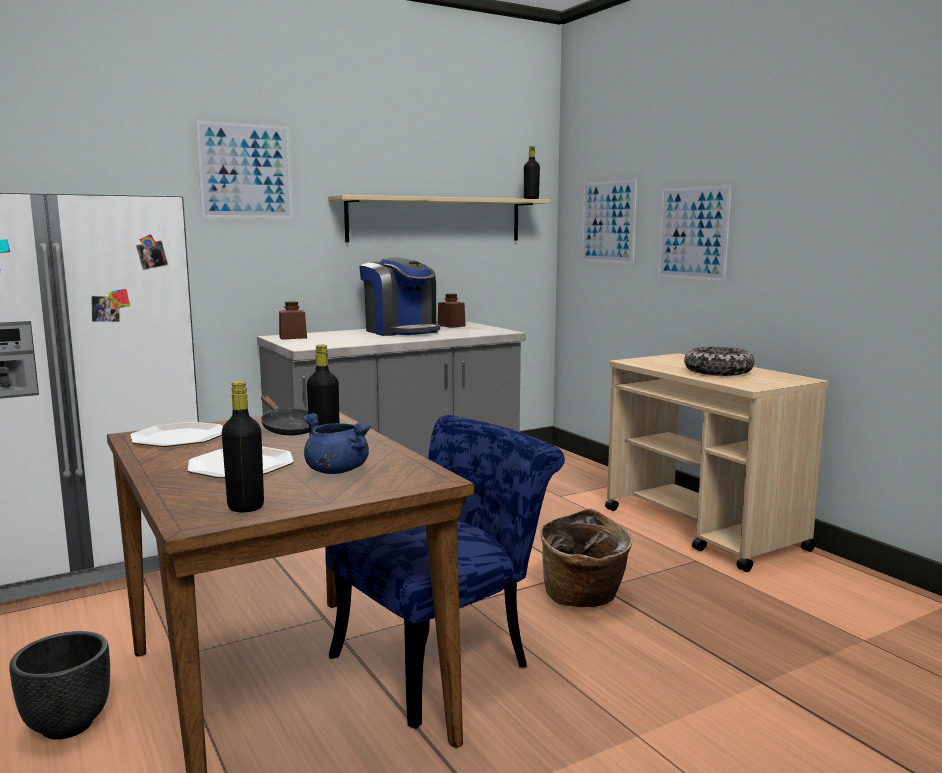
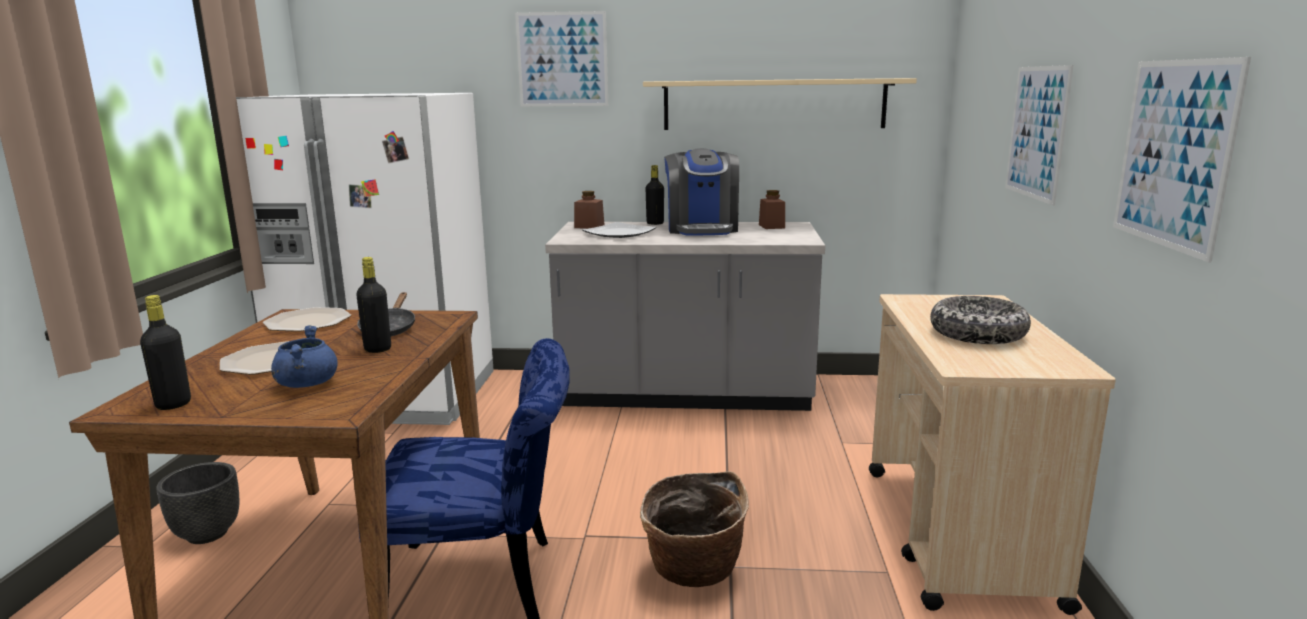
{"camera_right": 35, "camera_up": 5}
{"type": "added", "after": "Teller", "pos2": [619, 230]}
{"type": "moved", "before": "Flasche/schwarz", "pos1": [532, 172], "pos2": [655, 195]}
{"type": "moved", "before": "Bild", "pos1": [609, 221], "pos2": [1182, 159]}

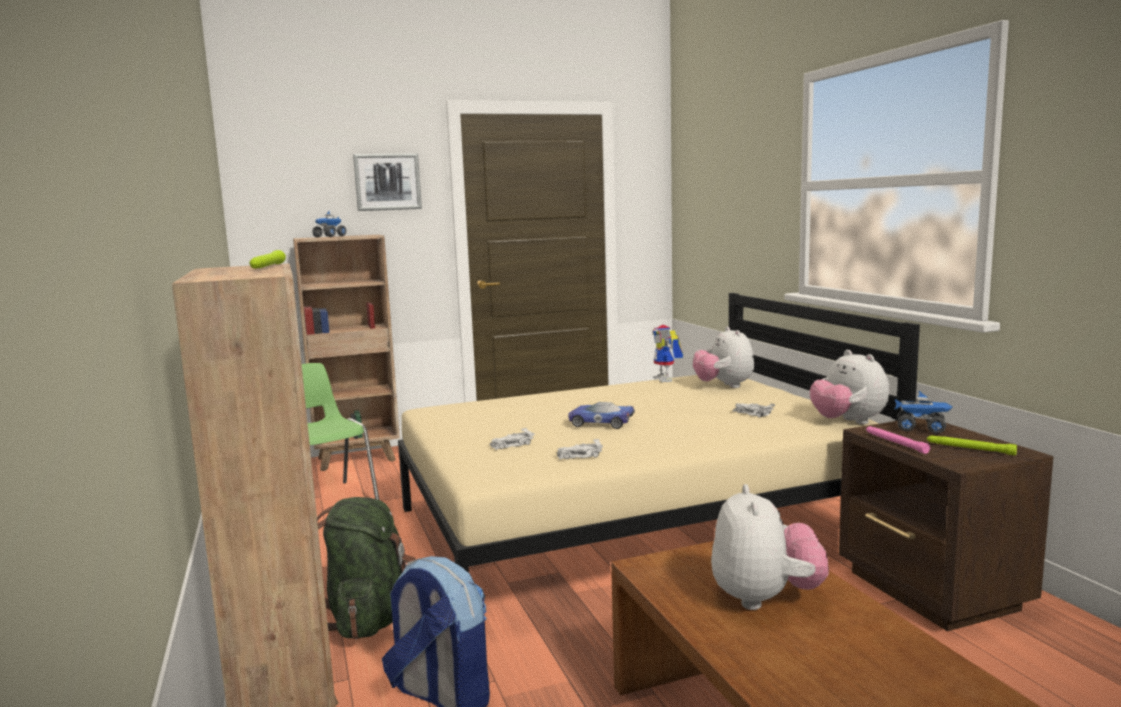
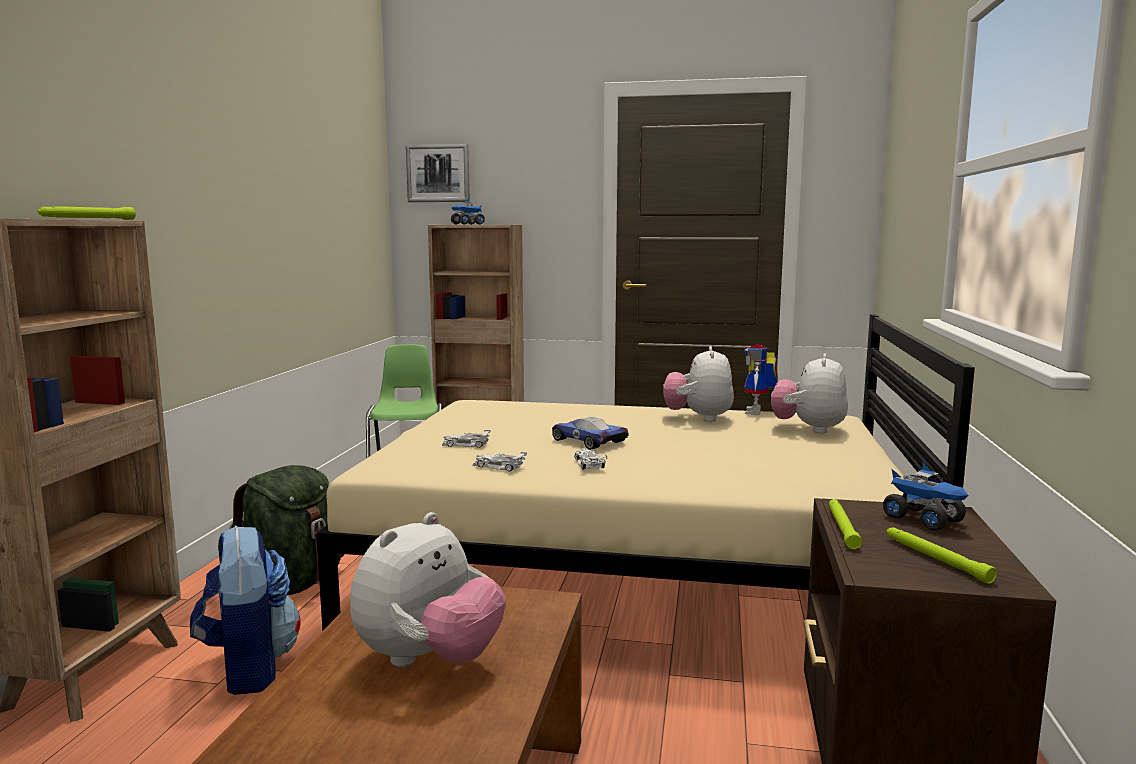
{"camera_right": 30, "camera_up": 0}
{"type": "moved", "before": "Bild", "pos1": [387, 182], "pos2": [438, 173]}
{"type": "moved", "before": "Spielzeugauto/weiß", "pos1": [754, 410], "pos2": [590, 459]}
{"type": "moved", "before": "Plüschtier", "pos1": [849, 387], "pos2": [698, 384]}
{"type": "recoloured", "before": "Taschenlampe/rosa", "after": "Taschenlampe/grün", "pos1": [898, 440], "pos2": [845, 524]}

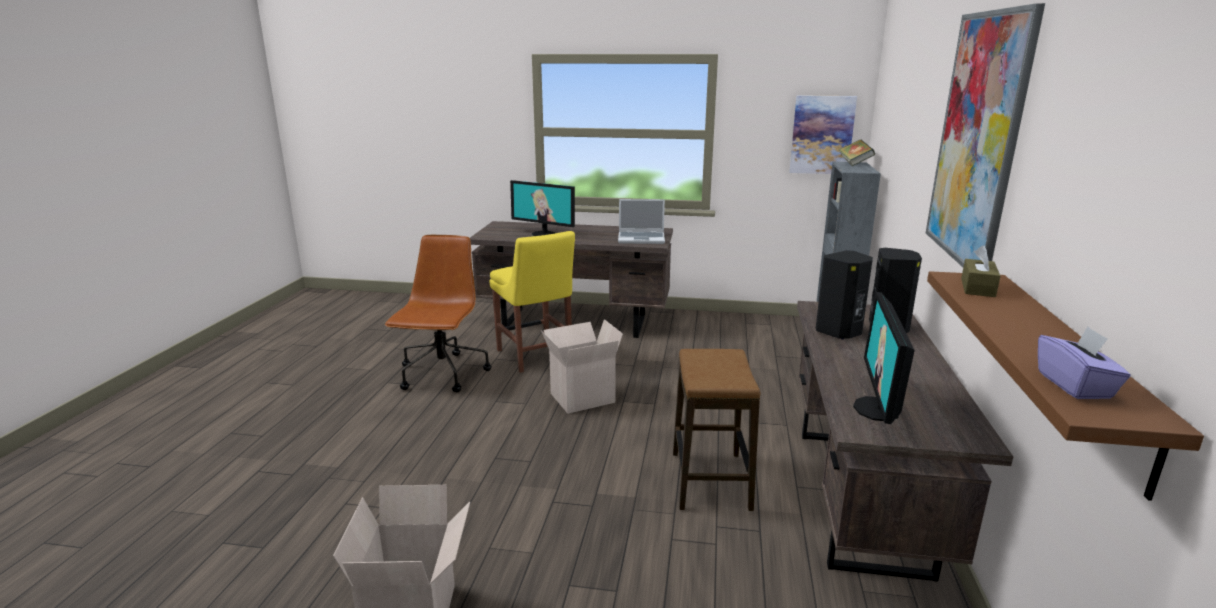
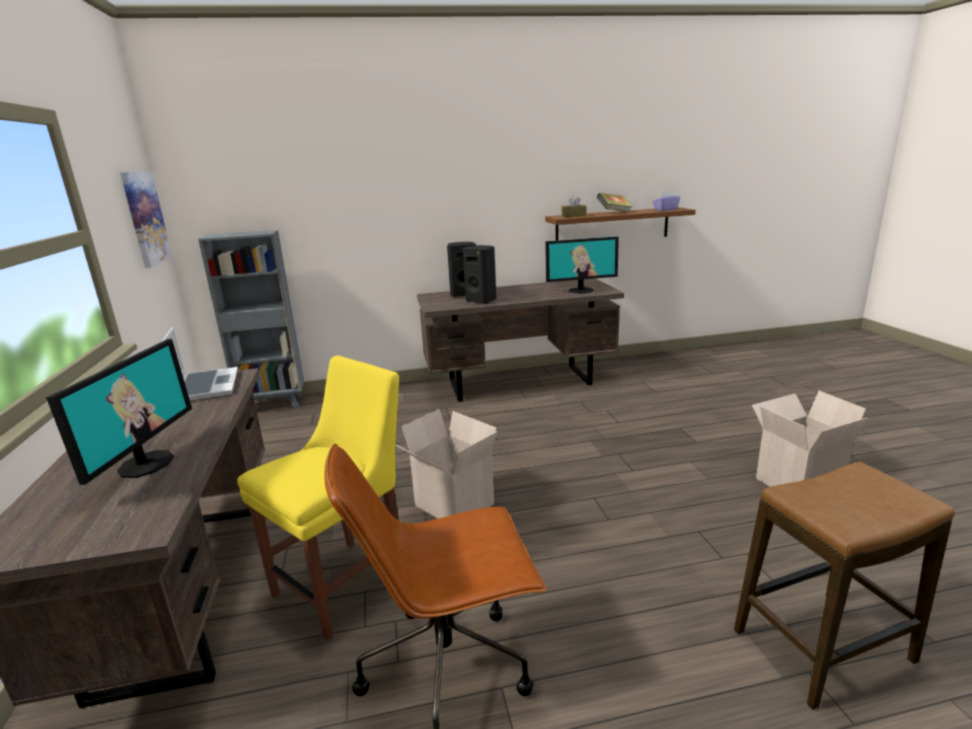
{"camera_right": -110, "camera_up": 0}
{"type": "moved", "before": "Buch", "pos1": [857, 152], "pos2": [615, 202]}
{"type": "moved", "before": "Hocker", "pos1": [717, 430], "pos2": [844, 585]}
{"type": "removed", "before": "Bild", "pos1": [985, 135]}

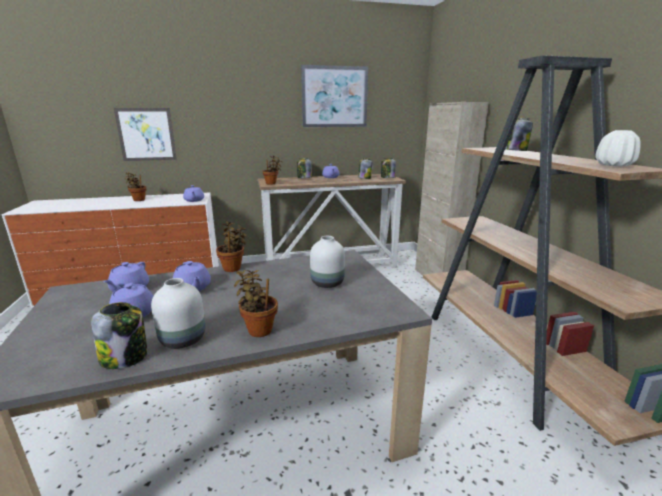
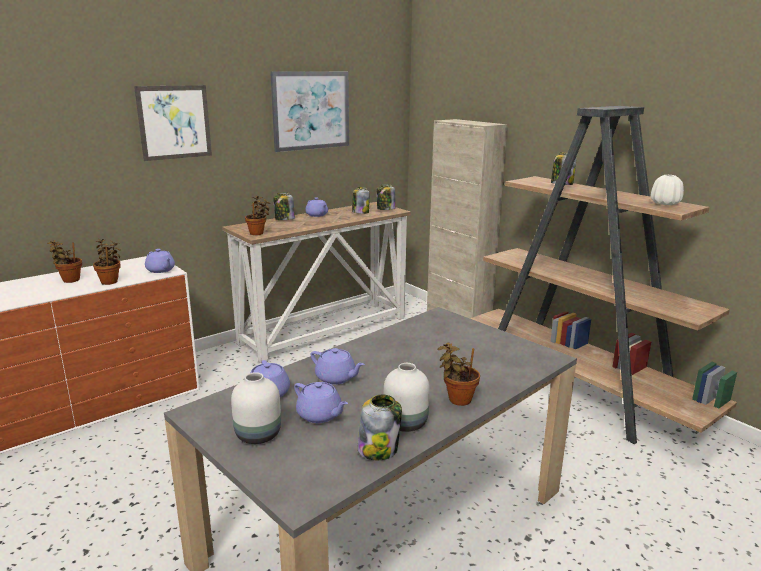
{"camera_right": -25, "camera_up": 0}
{"type": "moved", "before": "Topfpflanze", "pos1": [231, 246], "pos2": [107, 262]}
{"type": "moved", "before": "Bild", "pos1": [145, 134], "pos2": [173, 123]}
{"type": "moved", "before": "Vase/weiß", "pos1": [327, 262], "pos2": [256, 408]}

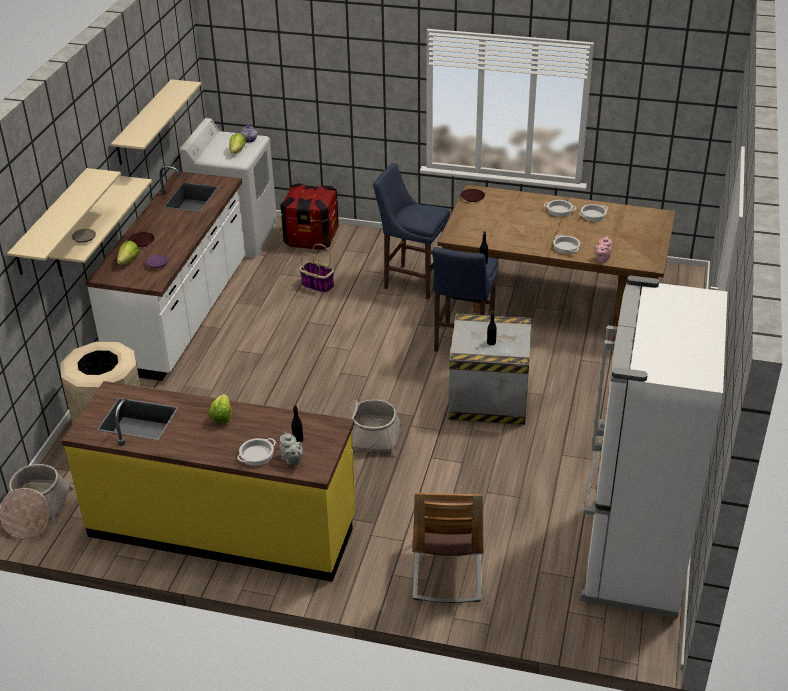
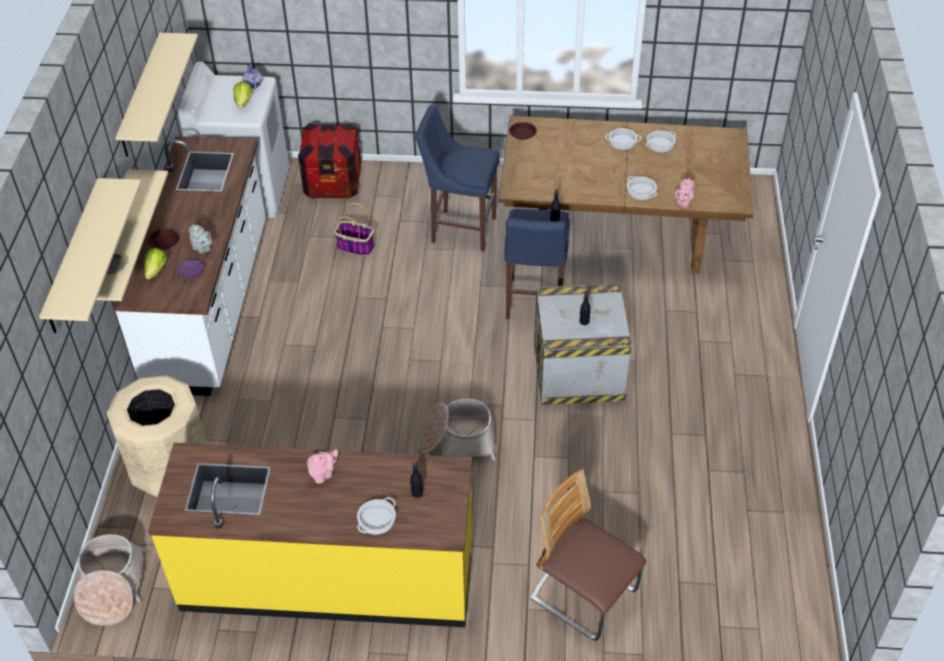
{"camera_right": -10, "camera_up": 10}
{"type": "moved", "before": "Teekanne/grau", "pos1": [291, 448], "pos2": [200, 239]}
{"type": "replaced", "before": "Salatkopf", "after": "Teekanne/rosa", "pos1": [220, 409], "pos2": [322, 466]}
{"type": "turned", "before": "Stuhl", "pos1": [447, 548], "pos2": [588, 555], "turn": 135}
{"type": "removed", "before": "Kühlschrank/weiß", "pos1": [653, 447]}

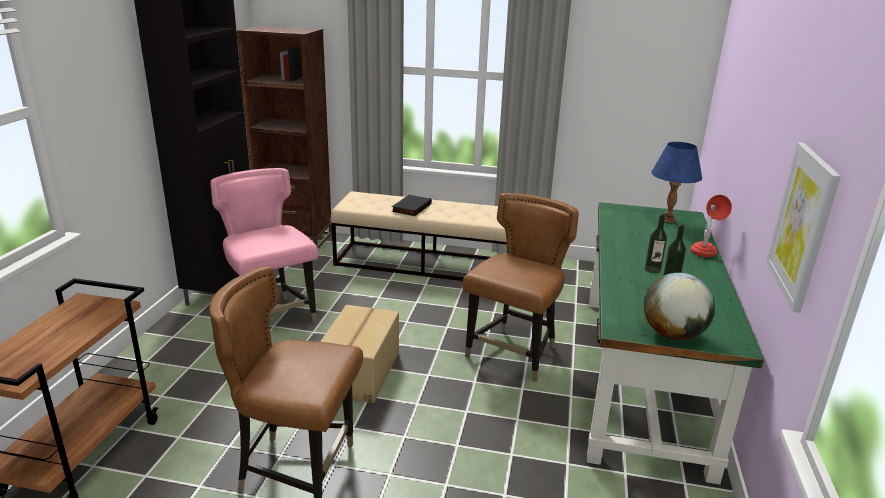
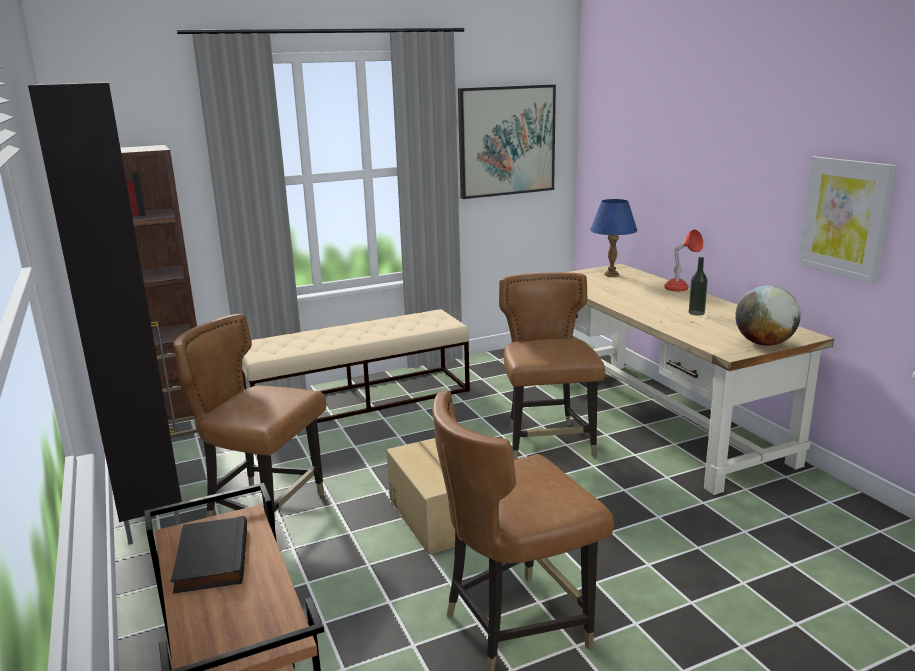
{"camera_right": -35, "camera_up": -5}
{"type": "moved", "before": "Buch/schwarz", "pos1": [412, 205], "pos2": [209, 555]}
{"type": "recoloured", "before": "Stuhl/rosa", "after": "Stuhl/braun", "pos1": [264, 245], "pos2": [249, 419]}
{"type": "added", "after": "Bild", "pos2": [507, 142]}
{"type": "recoloured", "before": "Schreibtisch/grün", "after": "Schreibtisch/beige", "pos1": [675, 343], "pos2": [699, 379]}
{"type": "removed", "before": "Flasche", "pos1": [656, 243]}

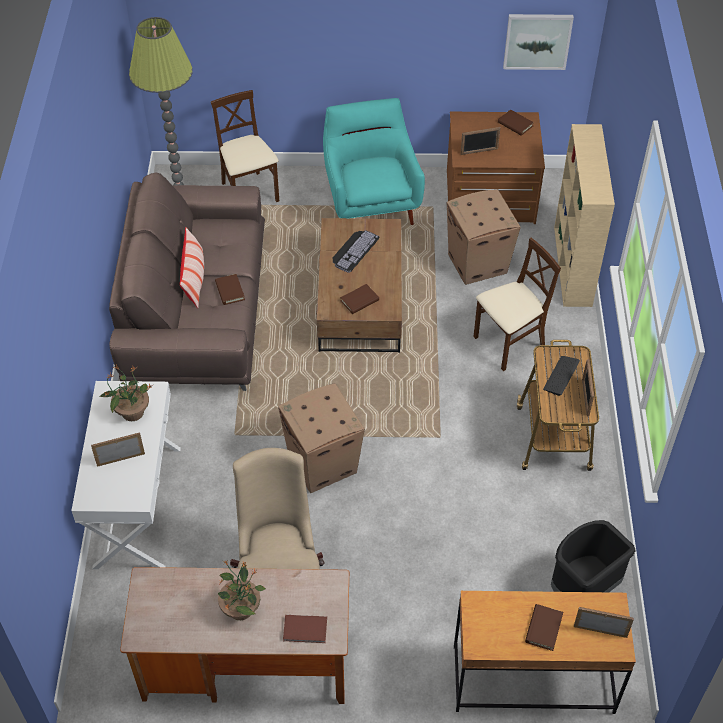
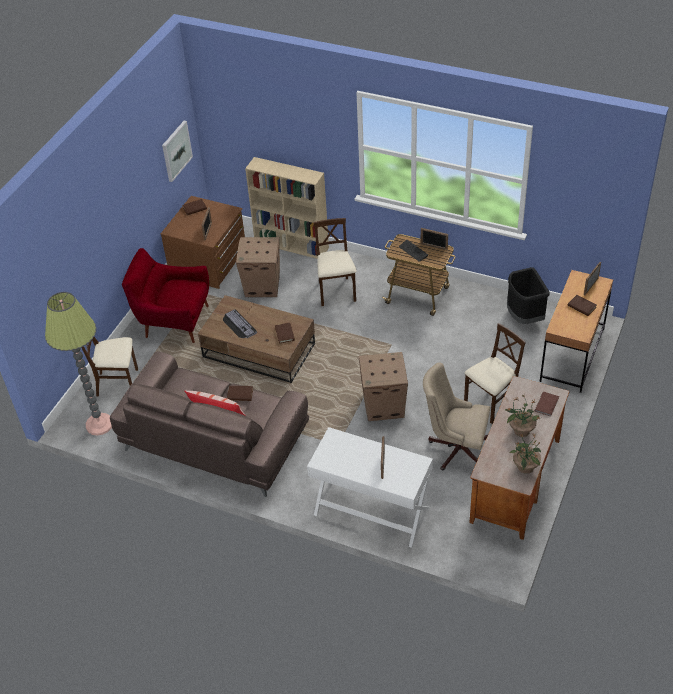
{"camera_right": -65, "camera_up": -5}
{"type": "recoloured", "before": "Sessel/türkis", "after": "Sessel/rot", "pos1": [374, 161], "pos2": [165, 295]}
{"type": "added", "after": "Stuhl/beige", "pos2": [495, 373]}
{"type": "moved", "before": "Topfpflanze", "pos1": [125, 393], "pos2": [525, 454]}

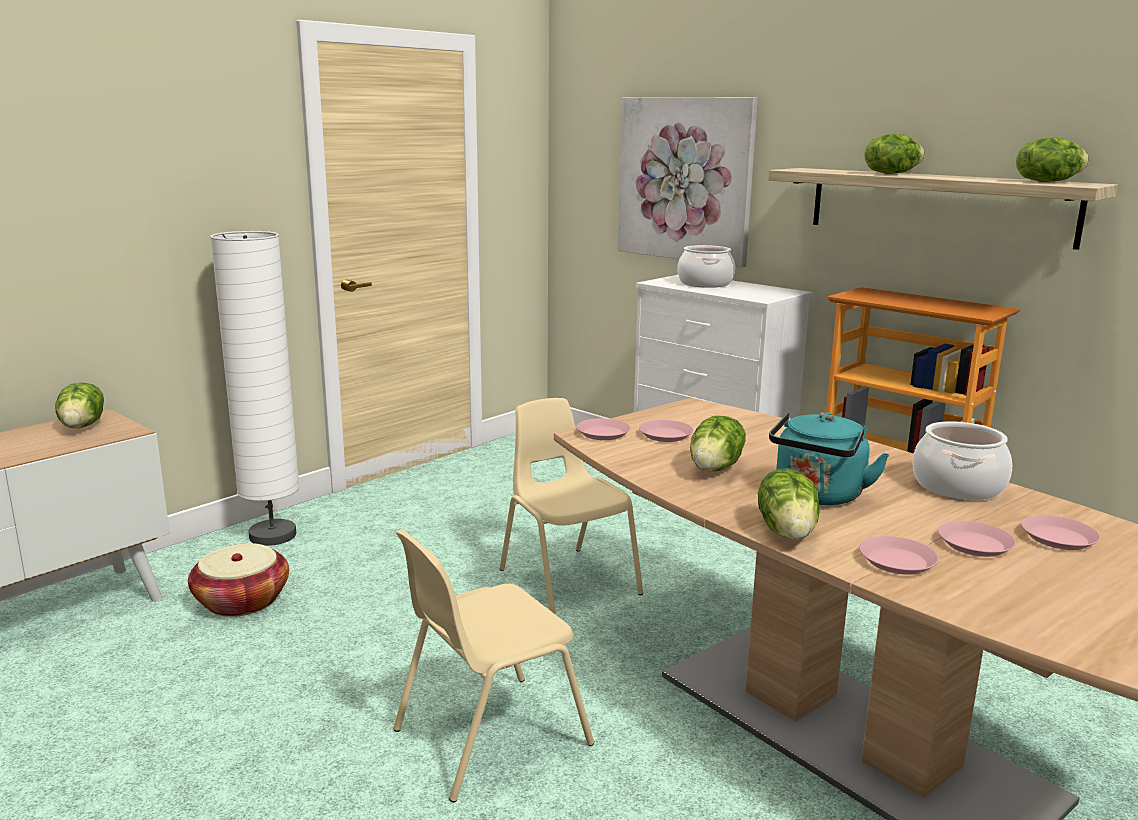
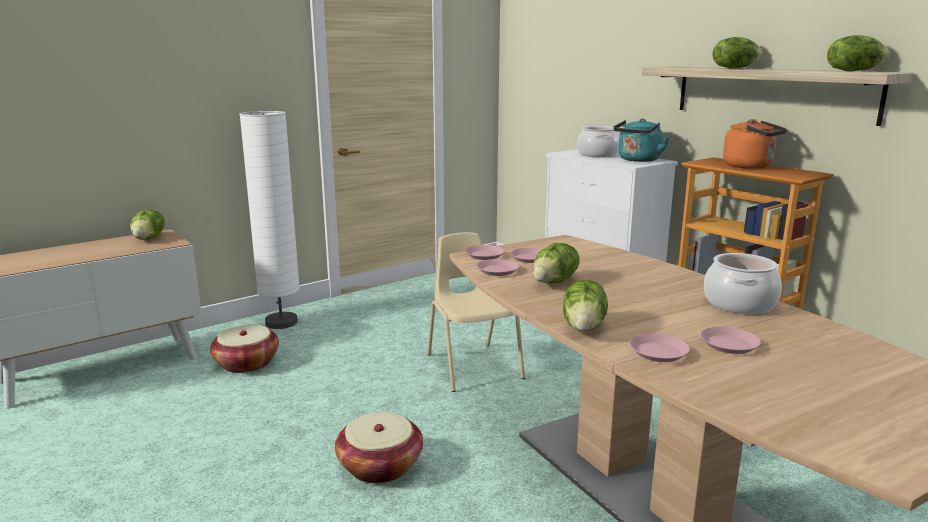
{"camera_right": 10, "camera_up": 0}
{"type": "replaced", "before": "Stuhl/beige", "after": "Korb", "pos1": [493, 665], "pos2": [379, 447]}
{"type": "moved", "before": "Teller/rosa", "pos1": [1060, 532], "pos2": [498, 267]}
{"type": "moved", "before": "Wasserkessel/türkis", "pos1": [829, 458], "pos2": [641, 140]}
{"type": "added", "after": "Wasserkessel/orange", "pos2": [755, 144]}
{"type": "removed", "before": "Bild", "pos1": [688, 182]}

